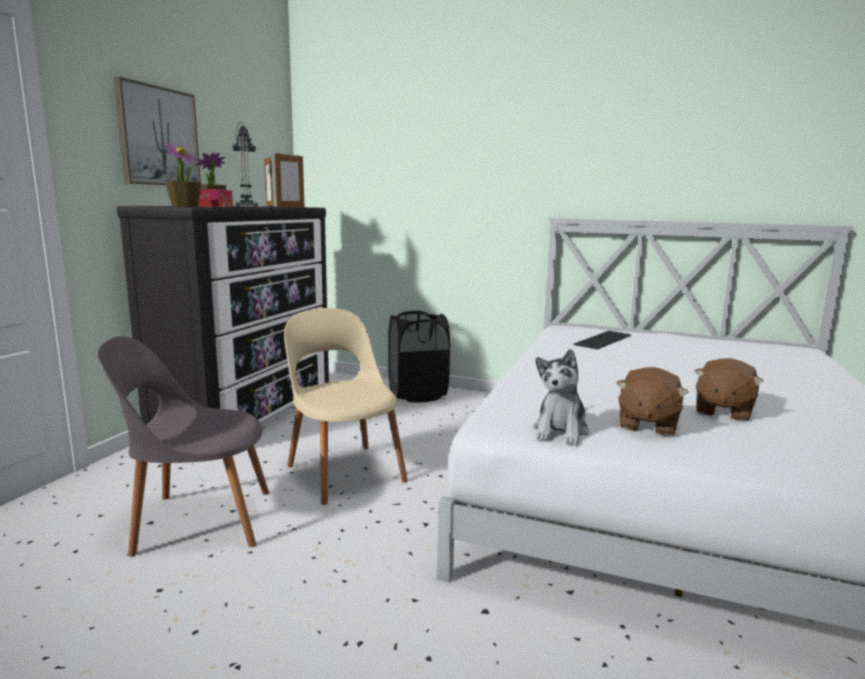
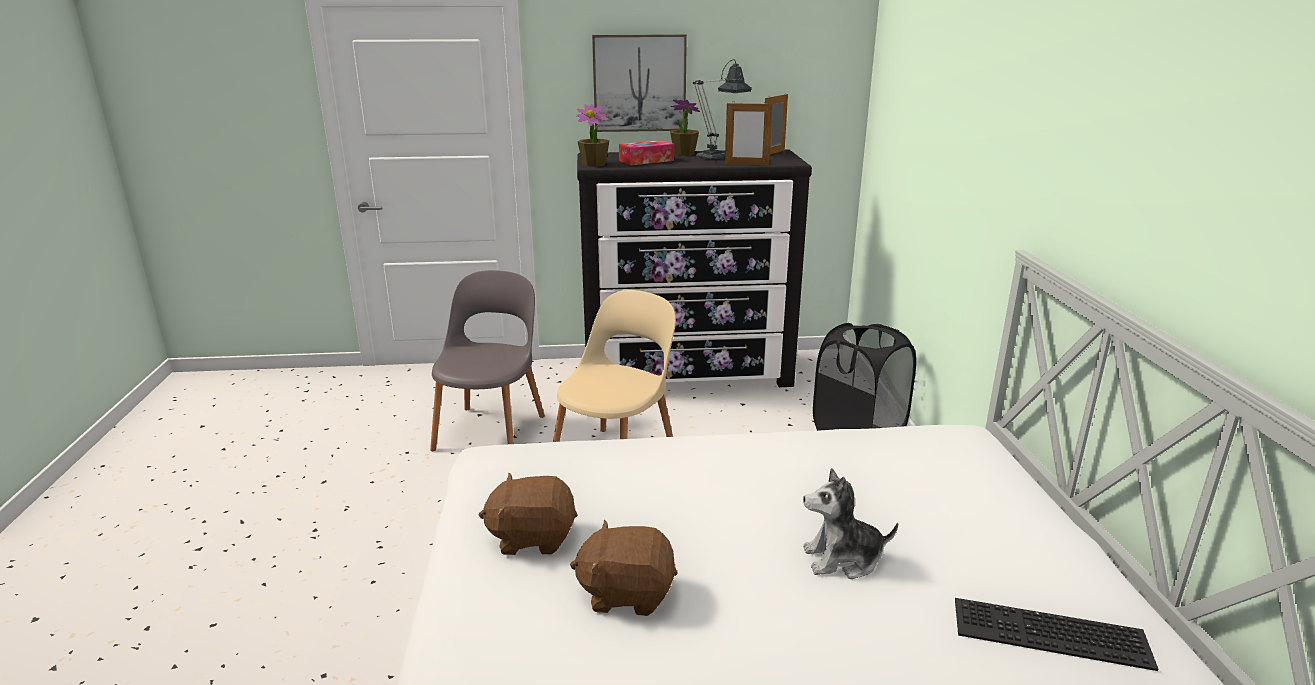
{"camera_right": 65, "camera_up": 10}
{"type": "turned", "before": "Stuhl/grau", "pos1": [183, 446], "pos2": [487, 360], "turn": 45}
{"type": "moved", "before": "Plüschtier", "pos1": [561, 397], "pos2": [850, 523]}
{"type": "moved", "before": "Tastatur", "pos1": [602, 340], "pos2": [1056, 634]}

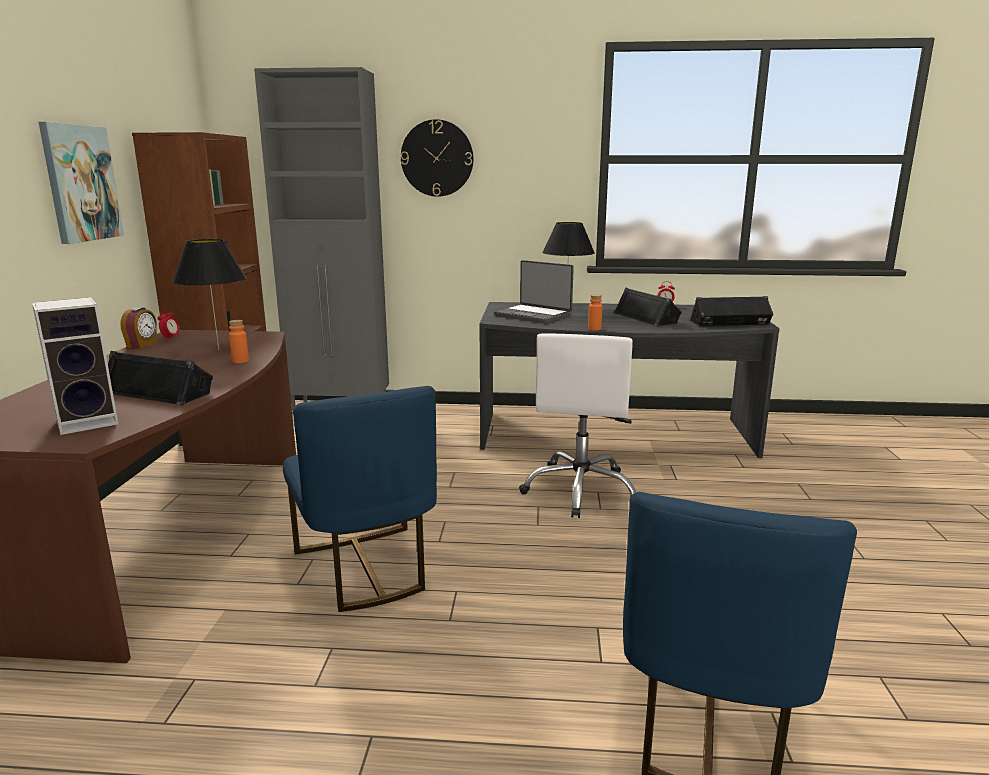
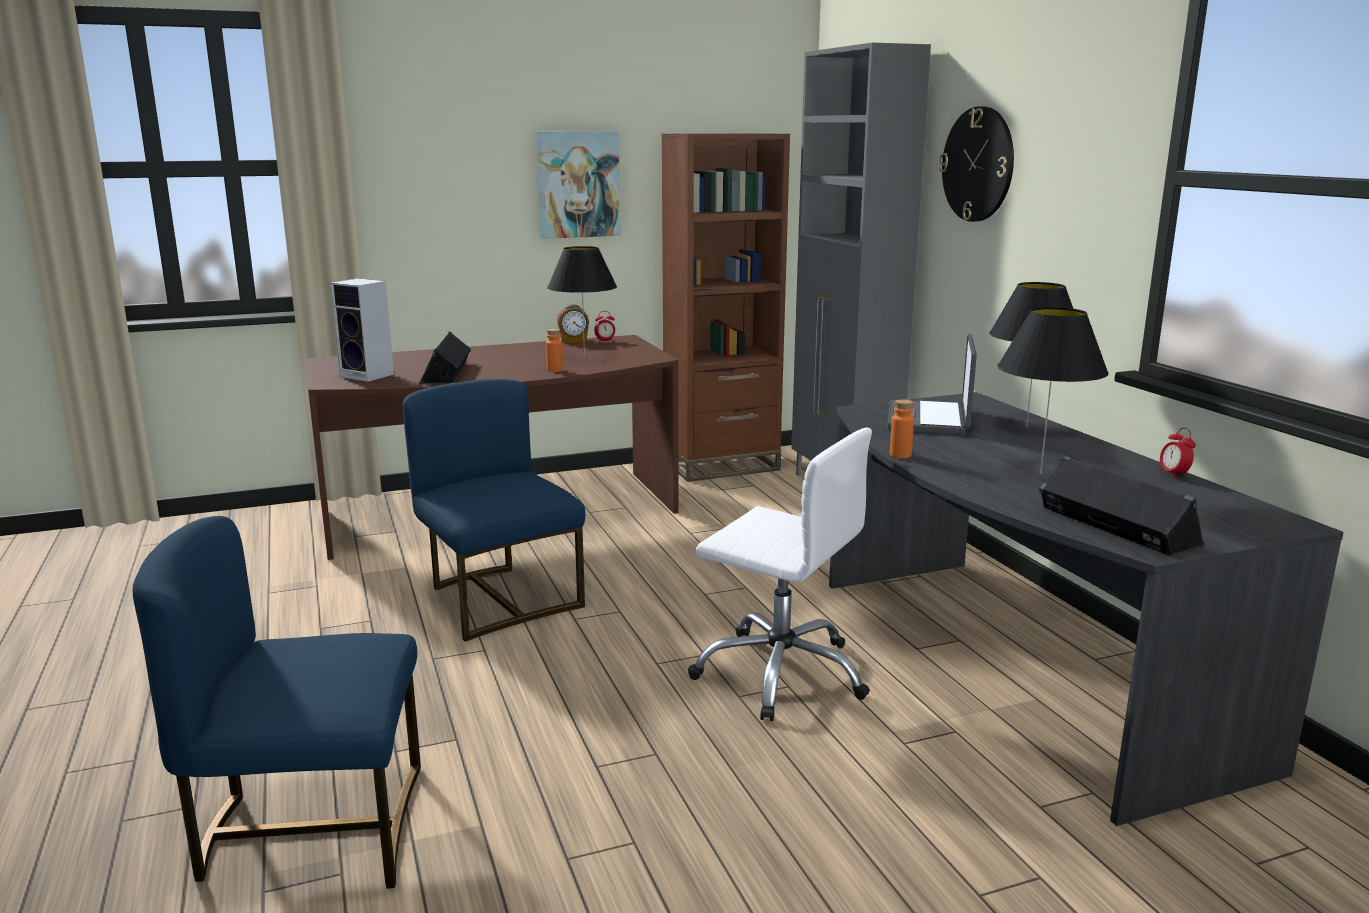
{"camera_right": 65, "camera_up": 0}
{"type": "turned", "before": "Stuhl/blau", "pos1": [360, 499], "pos2": [493, 510], "turn": 105}
{"type": "turned", "before": "Bürostuhl/weiß", "pos1": [577, 425], "pos2": [780, 574], "turn": -135}
{"type": "replaced", "before": "Lautsprecher/schwarz", "after": "Tischlampe/schwarz", "pos1": [648, 306], "pos2": [1053, 390]}

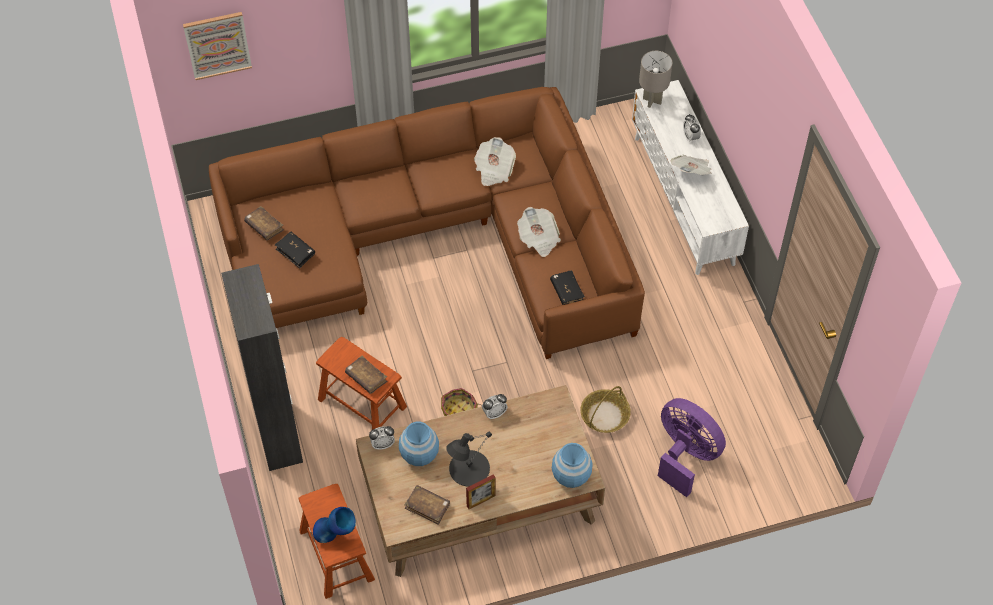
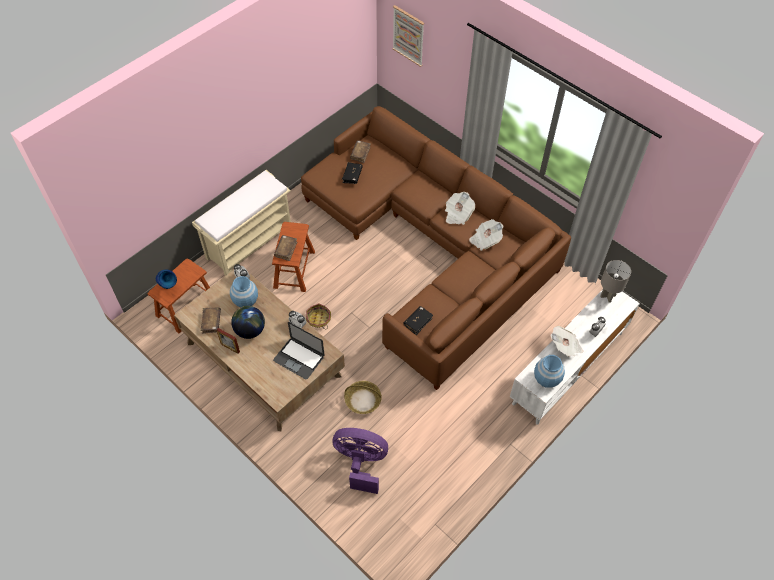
{"camera_right": 60, "camera_up": 0}
{"type": "replaced", "before": "Schrank/schwarz", "after": "Bank/beige", "pos1": [262, 367], "pos2": [241, 223]}
{"type": "replaced", "before": "Tischlampe/schwarz", "after": "Globus", "pos1": [469, 459], "pos2": [248, 322]}
{"type": "added", "after": "Laptop", "pos2": [298, 350]}
{"type": "turned", "before": "Ventilator/lila", "pos1": [692, 447], "pos2": [360, 461], "turn": -90}
{"type": "moved", "before": "Zeitung", "pos1": [539, 232], "pos2": [460, 208]}
{"type": "moved", "before": "Vase/blau", "pos1": [572, 465], "pos2": [549, 371]}

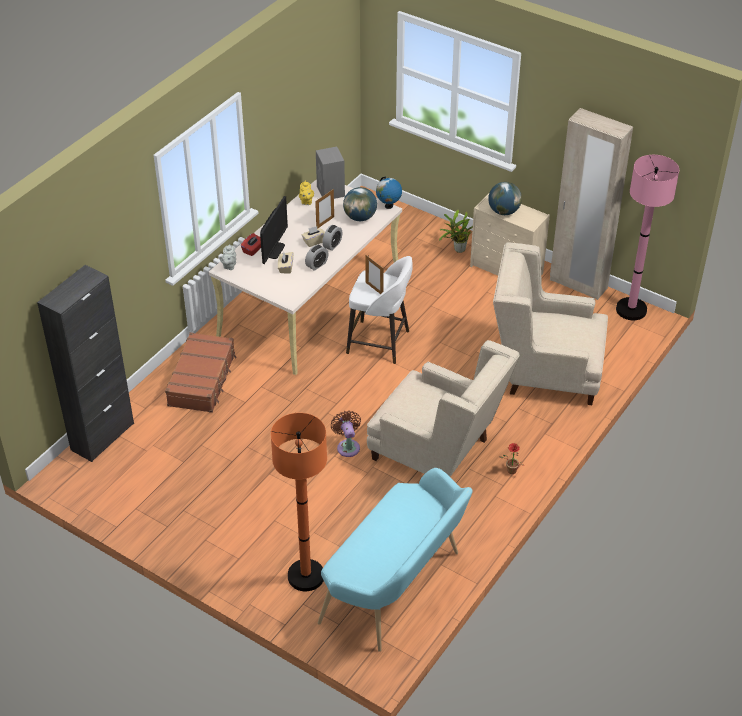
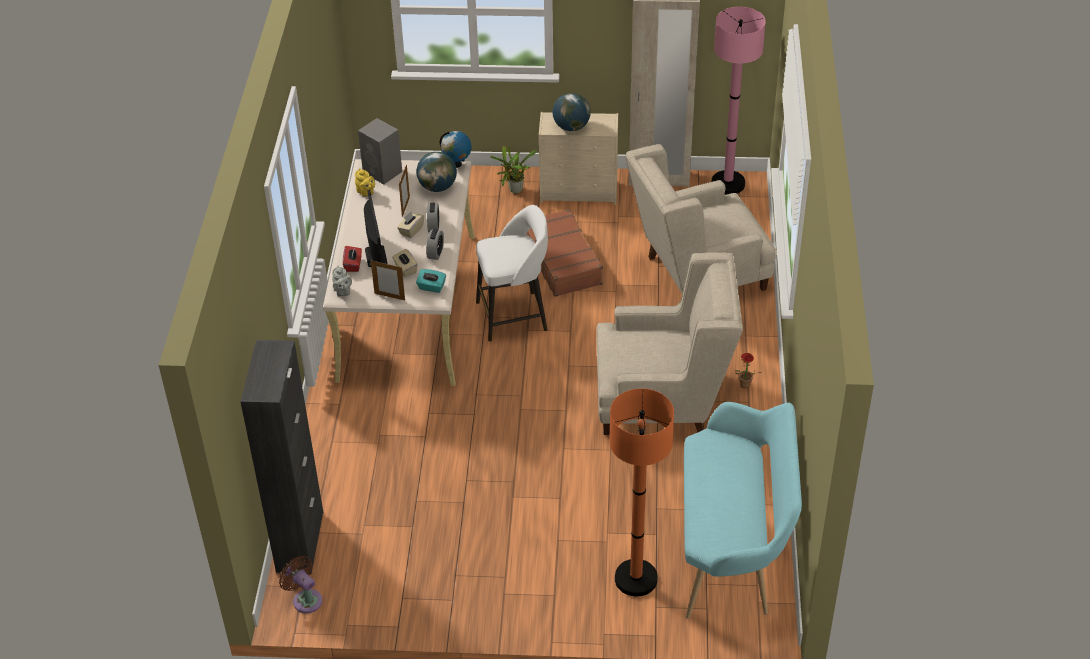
{"camera_right": -30, "camera_up": 0}
{"type": "moved", "before": "Ventilator/braun", "pos1": [346, 434], "pos2": [301, 584]}
{"type": "moved", "before": "Bilderrahmen", "pos1": [375, 274], "pos2": [388, 280]}
{"type": "added", "after": "Taschentuchbox/türkis", "pos2": [431, 281]}
{"type": "moved", "before": "Koffer/braun", "pos1": [200, 372], "pos2": [564, 253]}

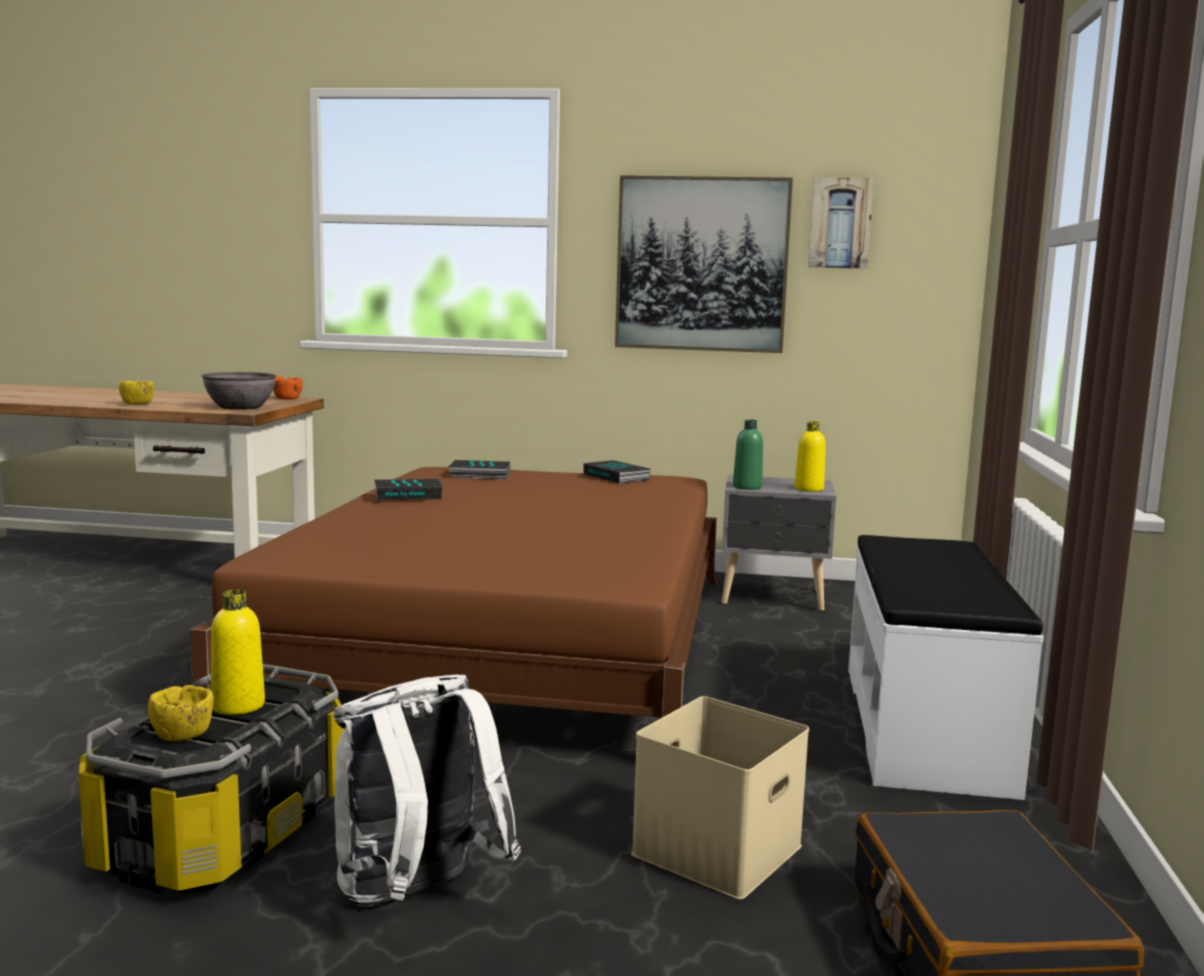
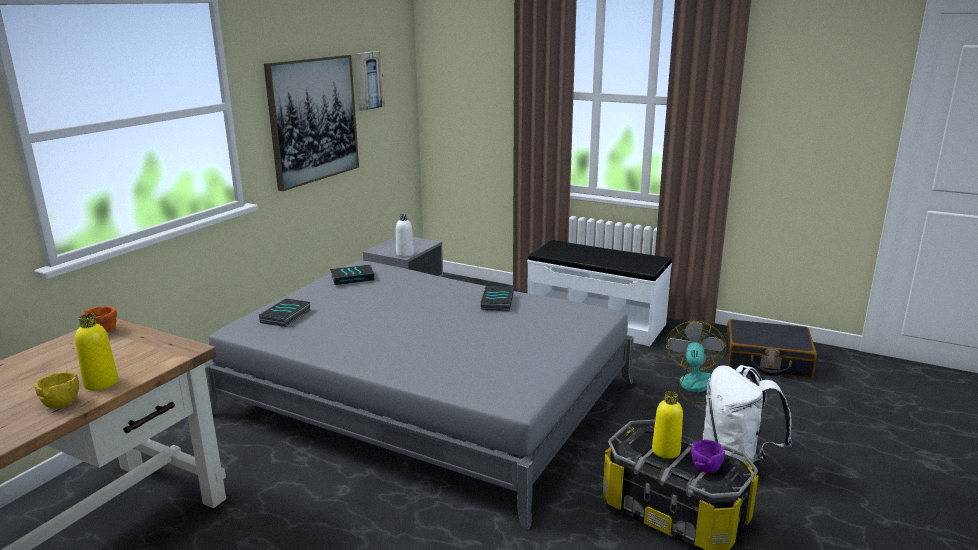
{"camera_right": -70, "camera_up": 10}
{"type": "moved", "before": "Flasche/gelb", "pos1": [810, 456], "pos2": [96, 352]}
{"type": "recoloured", "before": "Bett/braun", "after": "Bett/grau", "pos1": [453, 607], "pos2": [419, 395]}
{"type": "recoloured", "before": "Flasche/grün", "after": "Flasche/weiß", "pos1": [748, 455], "pos2": [405, 235]}
{"type": "moved", "before": "Buch", "pos1": [408, 489], "pos2": [496, 298]}
{"type": "replaced", "before": "Aufbewahrungsbox/beige", "after": "Ventilator", "pos1": [720, 798], "pos2": [696, 362]}
{"type": "recoloured", "before": "Schüssel/gelb", "after": "Schüssel/lila", "pos1": [181, 713], "pos2": [708, 456]}
{"type": "removed", "before": "Schüssel/grau", "pos1": [239, 391]}

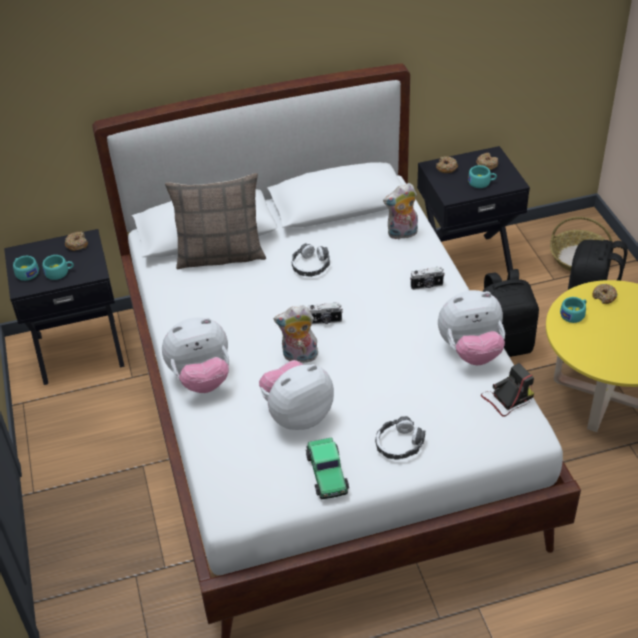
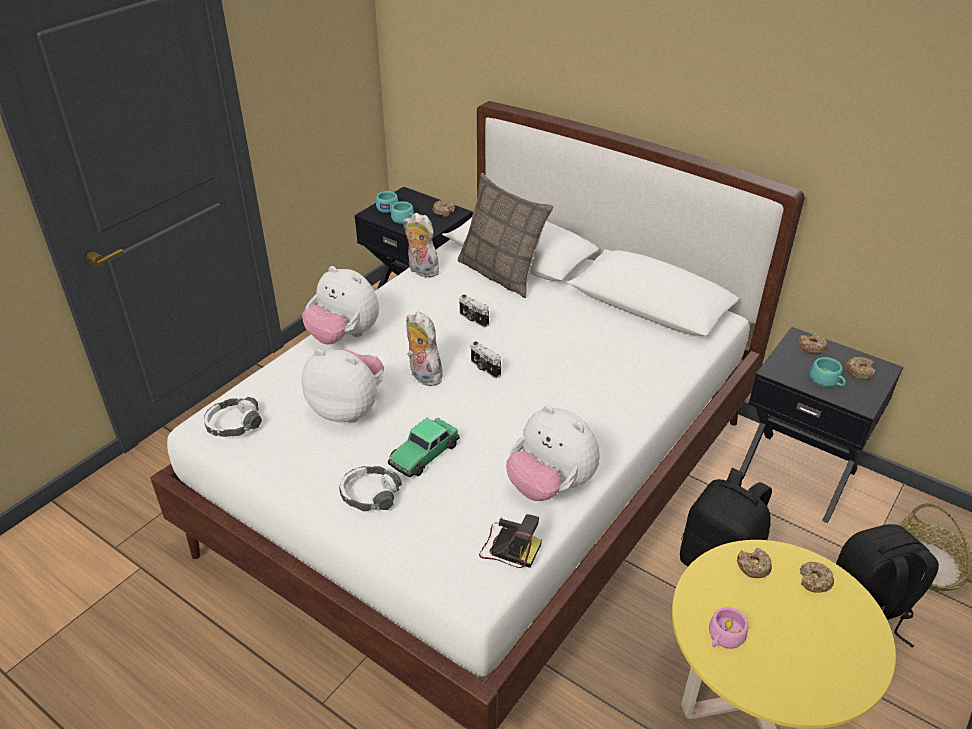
{"camera_right": 50, "camera_up": -5}
{"type": "moved", "before": "Kopfhörer", "pos1": [311, 260], "pos2": [233, 417]}
{"type": "moved", "before": "Spielzeugauto", "pos1": [327, 468], "pos2": [424, 447]}
{"type": "moved", "before": "Plüschtier", "pos1": [400, 211], "pos2": [422, 245]}
{"type": "moved", "before": "Kamera", "pos1": [427, 278], "pos2": [474, 311]}
{"type": "added", "after": "Tasse/rosa", "pos2": [729, 628]}
{"type": "replaced", "before": "Tasse/türkis", "after": "Donut", "pos1": [573, 310], "pos2": [754, 563]}

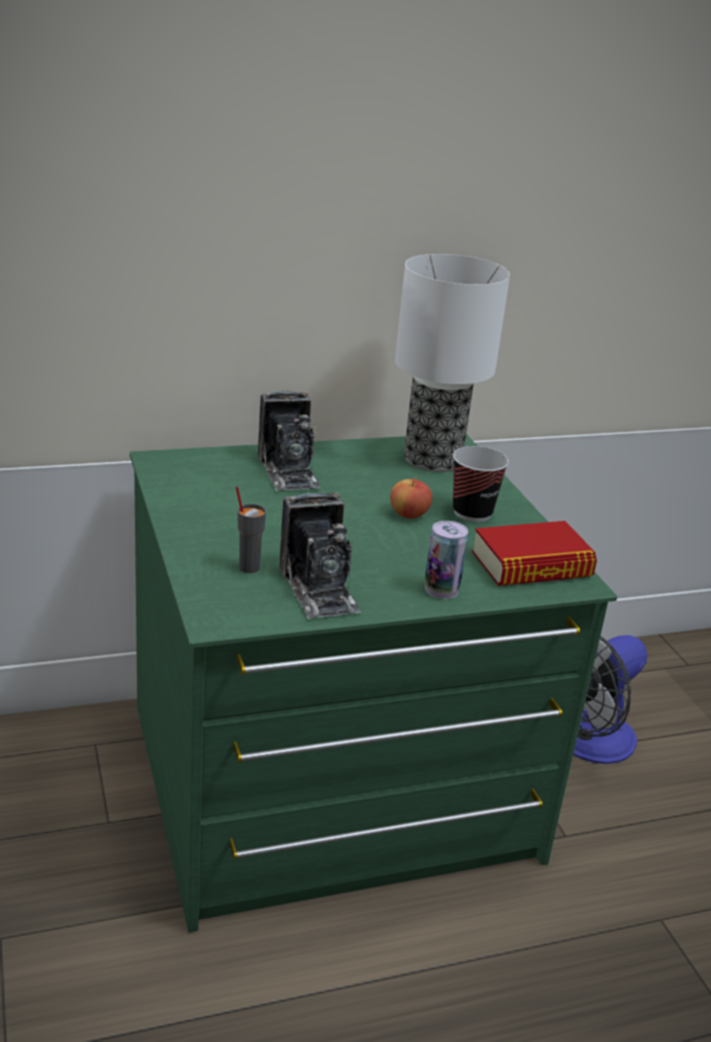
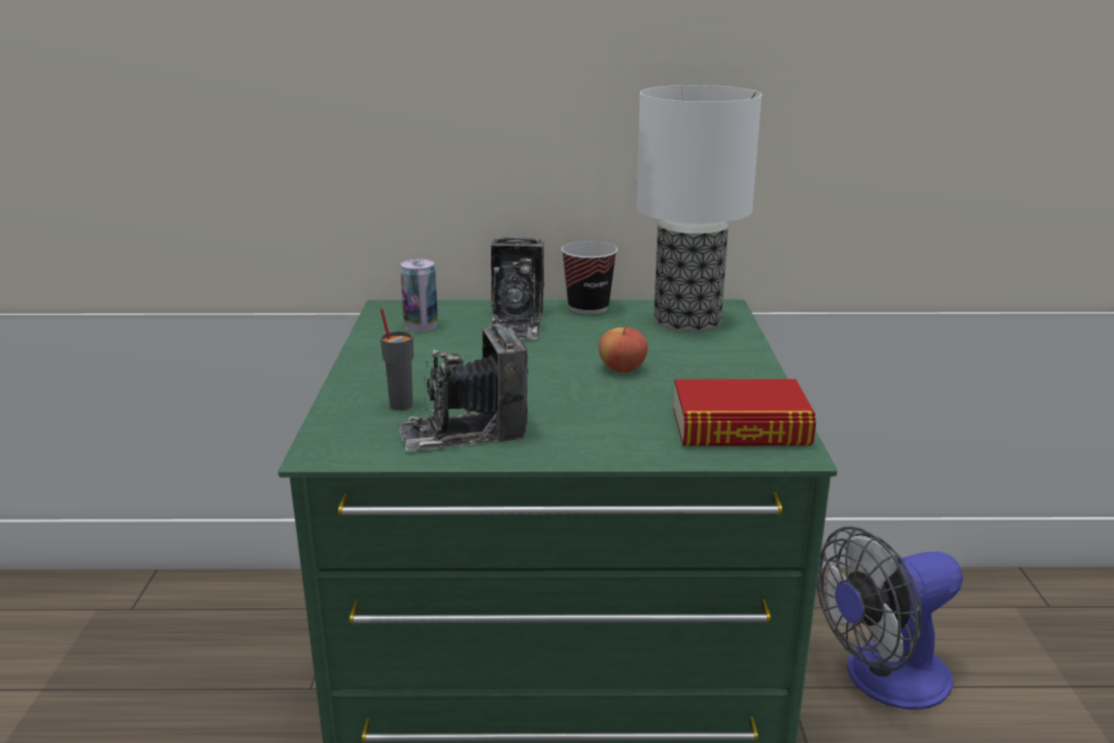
{"camera_right": 20, "camera_up": -5}
{"type": "turned", "before": "Kamera", "pos1": [320, 556], "pos2": [462, 387], "turn": 75}
{"type": "moved", "before": "Dose", "pos1": [446, 560], "pos2": [419, 295]}
{"type": "moved", "before": "Tasse", "pos1": [481, 484], "pos2": [589, 278]}

